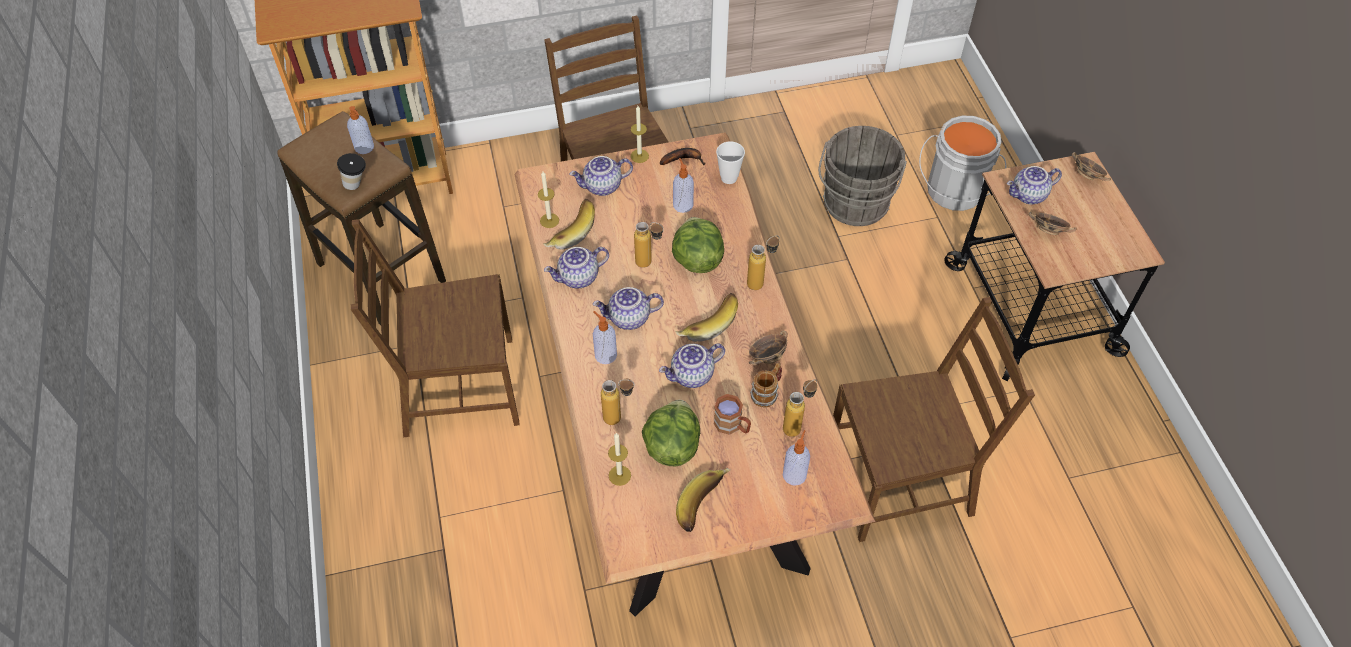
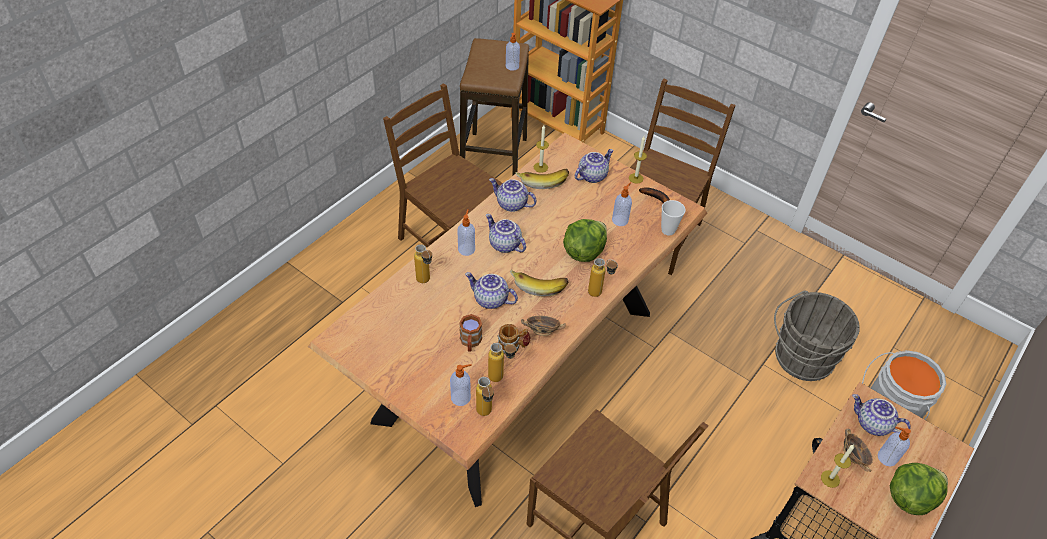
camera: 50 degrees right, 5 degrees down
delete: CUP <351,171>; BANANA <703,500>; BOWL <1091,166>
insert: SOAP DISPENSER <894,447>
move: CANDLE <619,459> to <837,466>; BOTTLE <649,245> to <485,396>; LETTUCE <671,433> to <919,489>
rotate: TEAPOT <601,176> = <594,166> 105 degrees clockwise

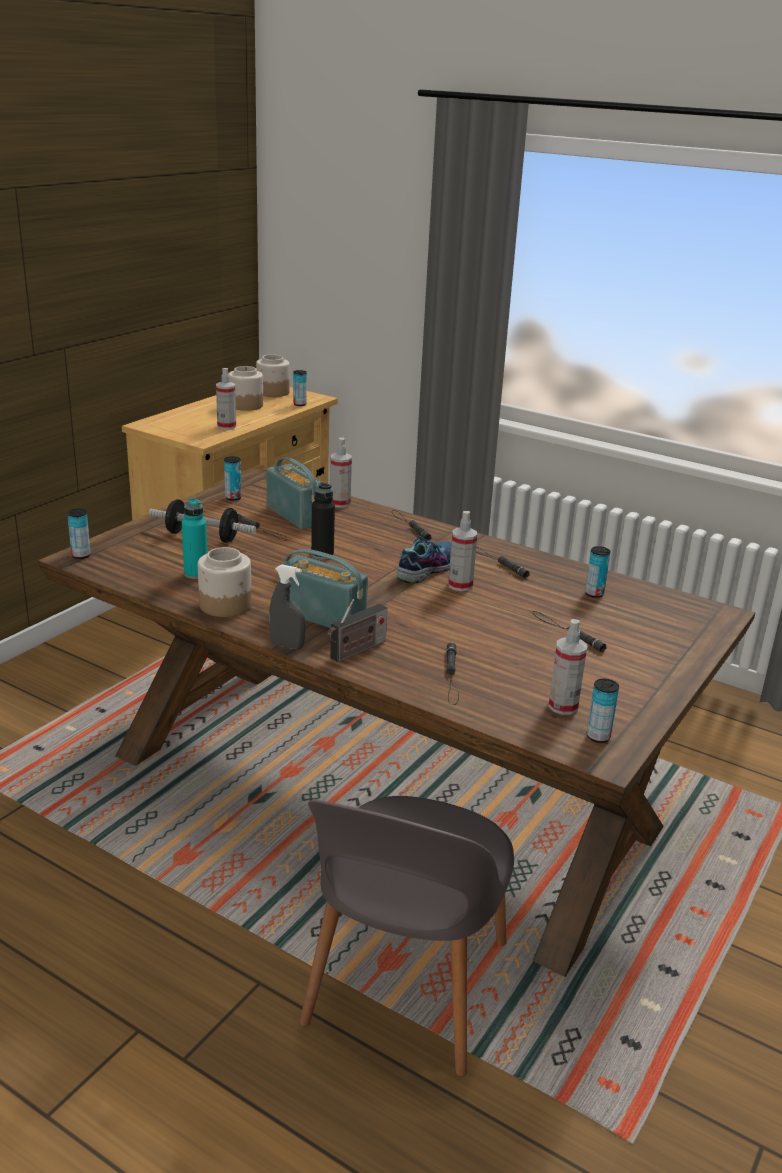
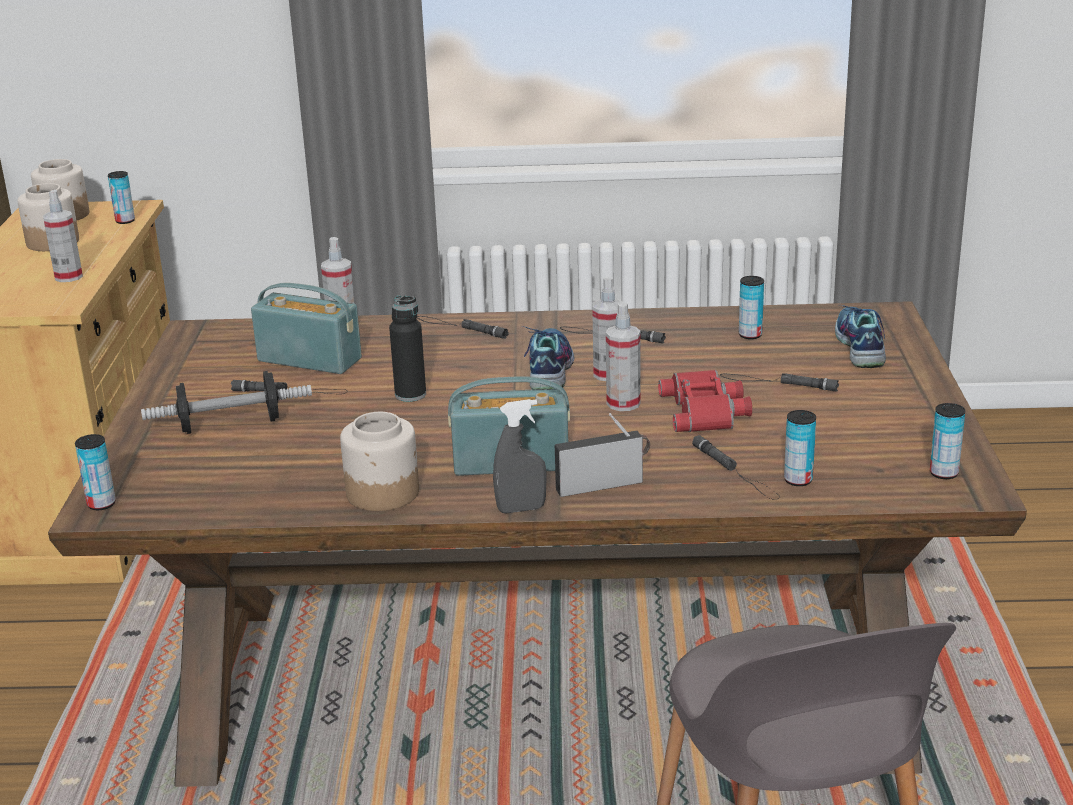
camera: 30 degrees left, 0 degrees up
delete: TURQUOISE BOTTLE <194,538>
insert: RED BINOCULARS <705,401>; SHOE <860,336>
move: CAN <232,478> to <800,448>; SPRAY BOTTLE <567,667> to <623,357>
rotate: RADIO <357,630> = <602,455> 120 degrees counterclockwise

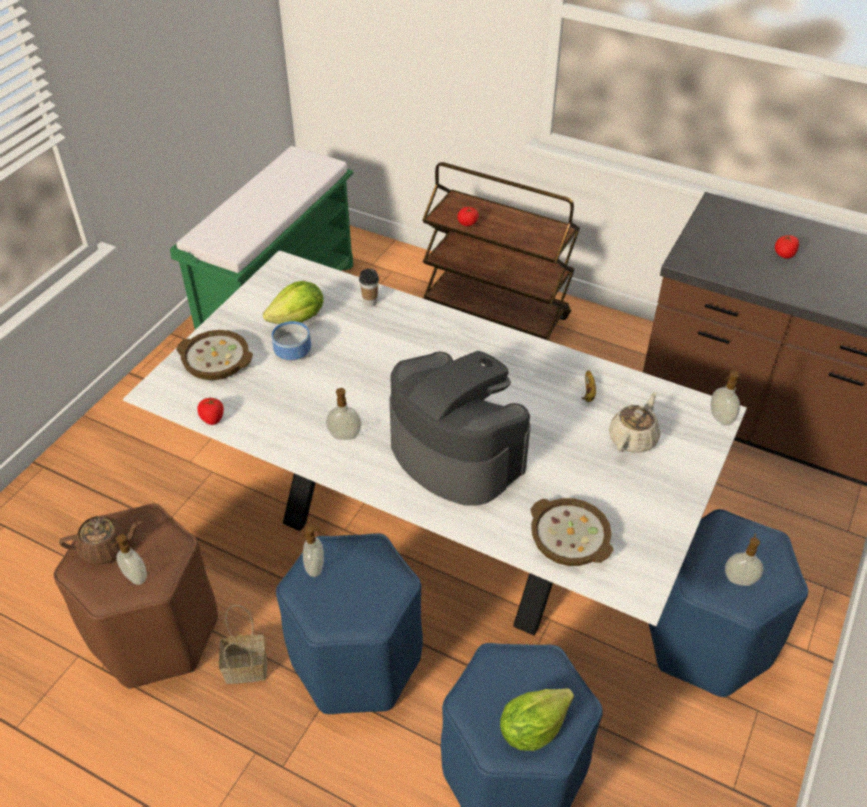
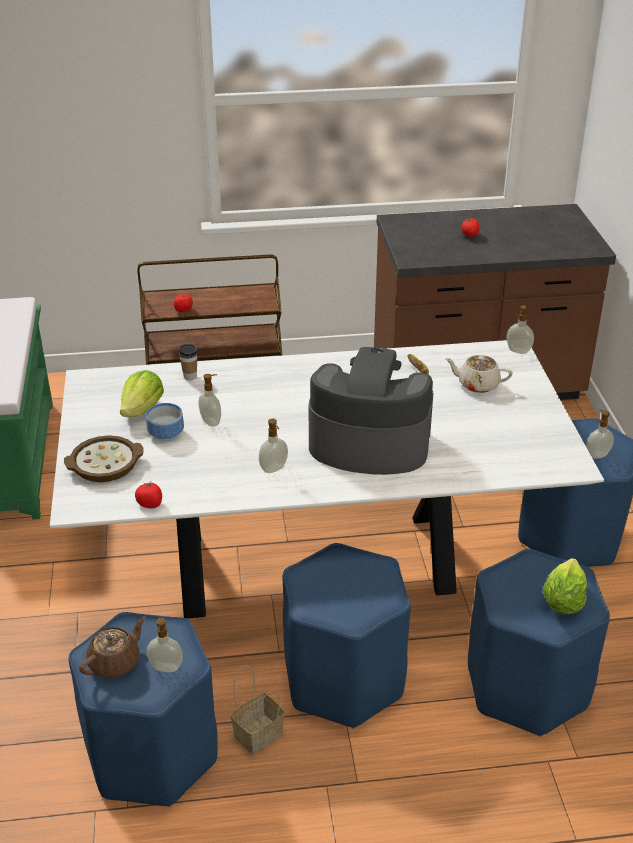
camera: 35 degrees left, 10 degrees down
delete: BOWL <572,532>
move: SOAP DISPENSER <313,551> to <209,400>
recolor: BROWN STOOL <135,596> to BLUE STOOL <143,709>
rotate: BEIGE TEAPOT <634,422> = <479,374> 75 degrees counterclockwise

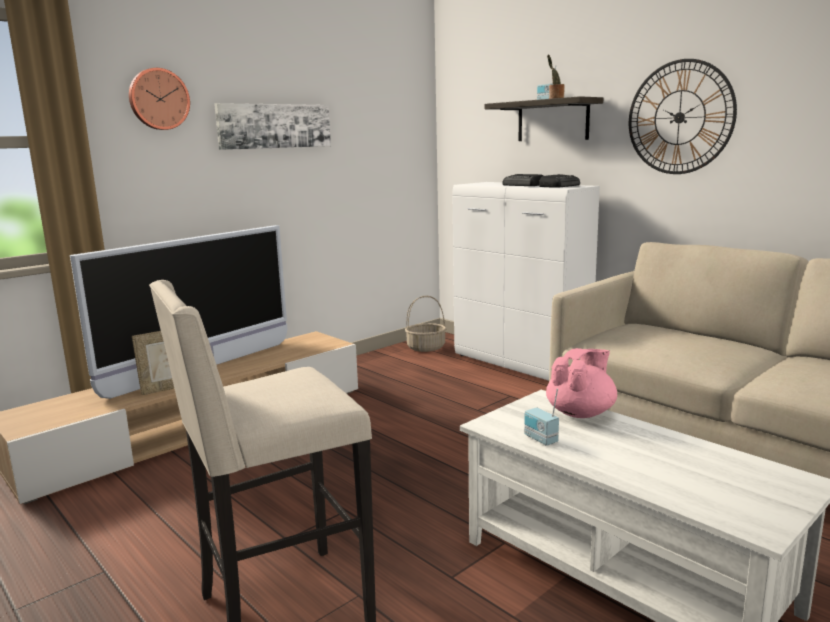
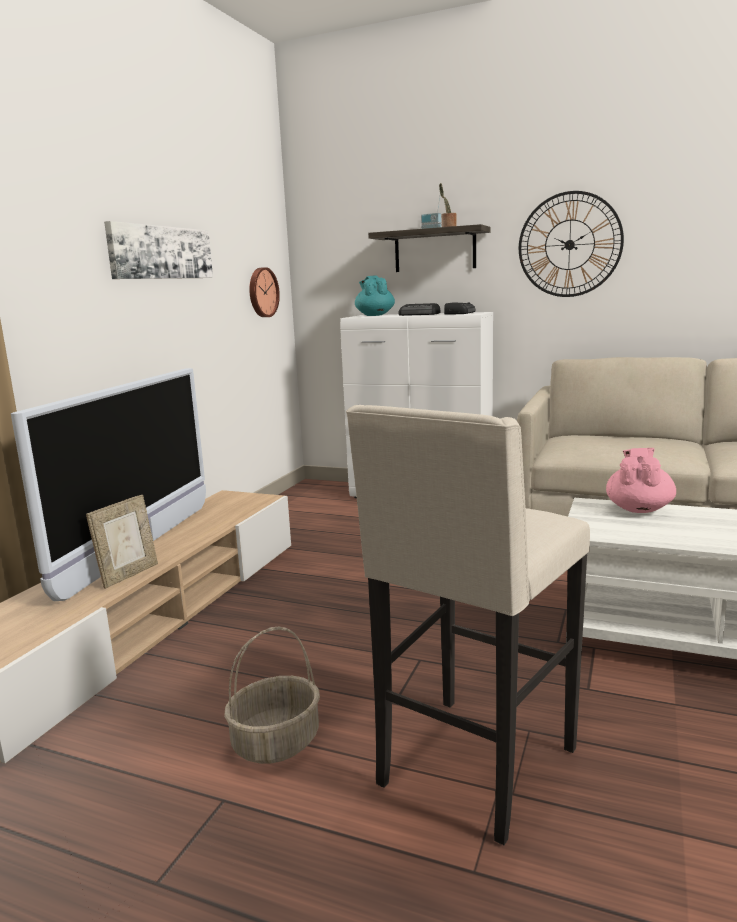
camera: 25 degrees left, 0 degrees up
delete: RADIO <541,417>
insert: TURQUOISE TEAPOT <375,296>
move: WALL CLOCK <159,99> to <264,292>; BASKET <425,324> to <272,695>

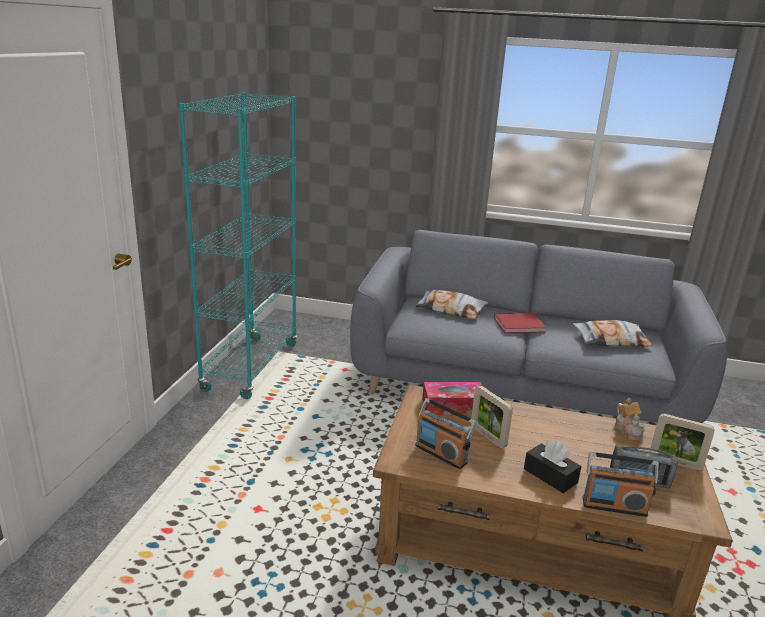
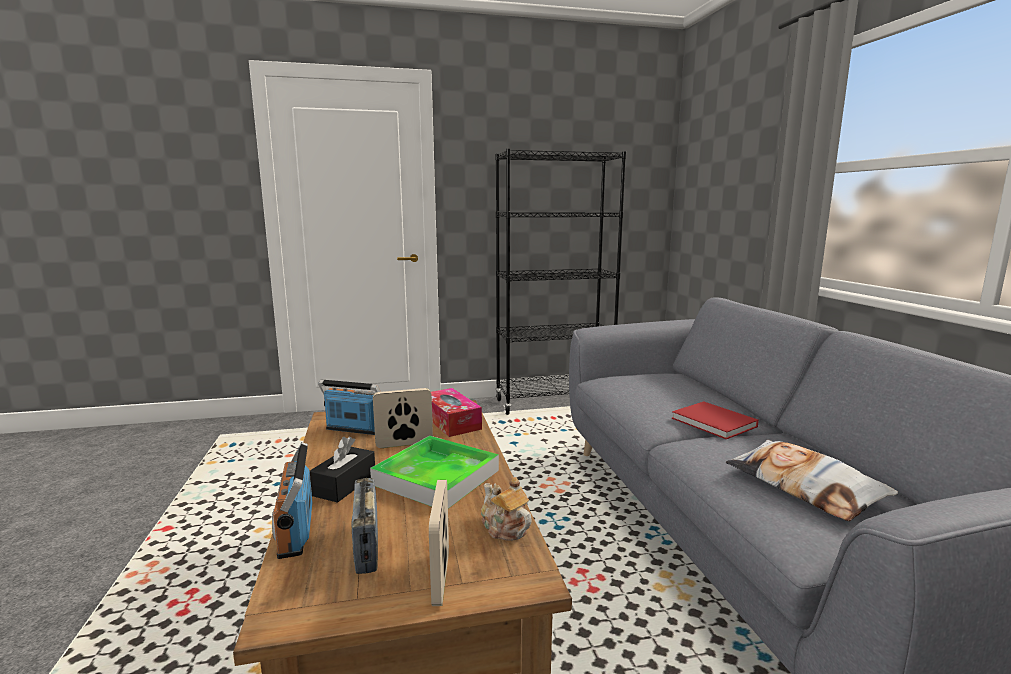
camera: 65 degrees right, 10 degrees down
delete: PILLOW <451,304>
insert: TRAY <434,472>
recolor: TURQUOISE BOOKCASE <238,245> to BLACK BOOKCASE <560,282>
rotate: RADIO <446,433> = <349,407> 90 degrees clockwise; PICTURE FRAME <492,417> = <403,418> 45 degrees clockwise; TEAPOT <629,419> = <506,509> 90 degrees clockwise

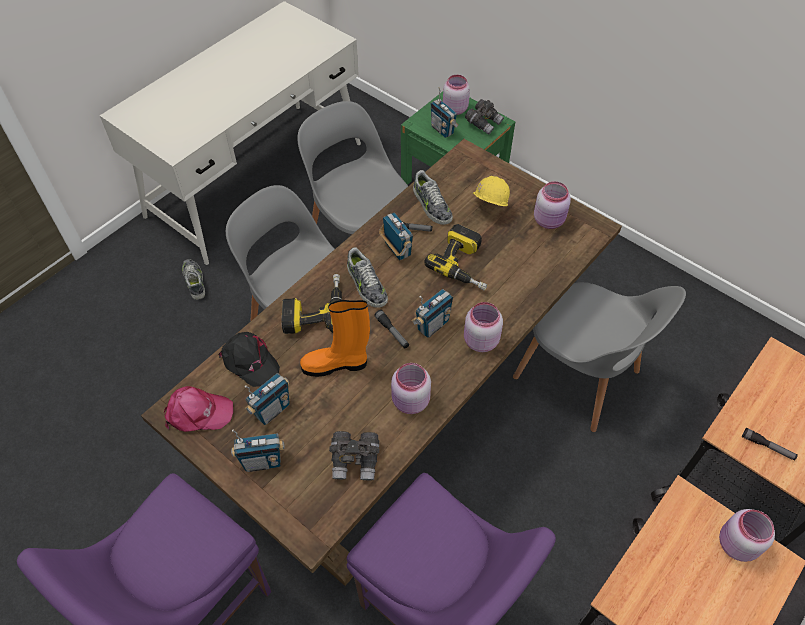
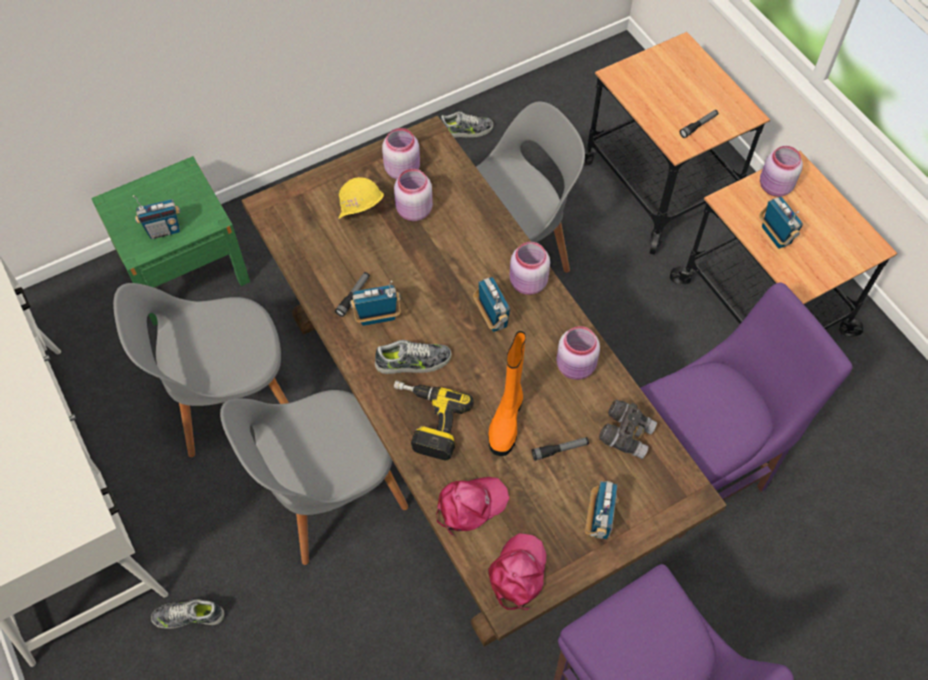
camera: 70 degrees left, 5 degrees up
delete: POWER DRILL <455,257>; GREY BINOCULARS <484,117>
move: RADIO <267,399> to <781,223>; FLASHLIGHT <391,329> to <560,449>; SHOE <433,197> to <466,125>; PINK JAR <456,95> to <413,195>
recolor: BLACK CAP <249,359> to PINK CAP <472,506>

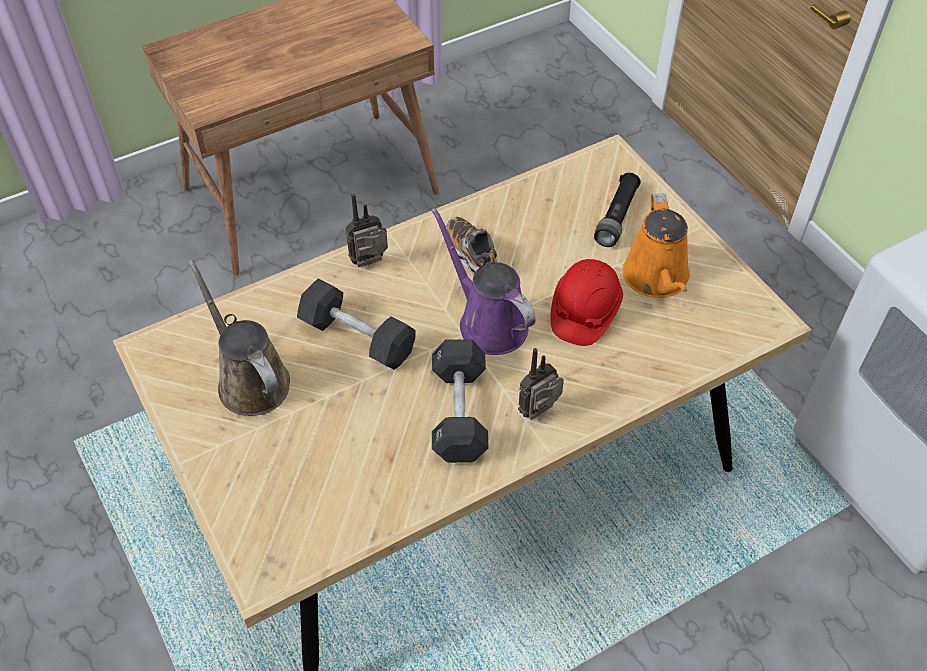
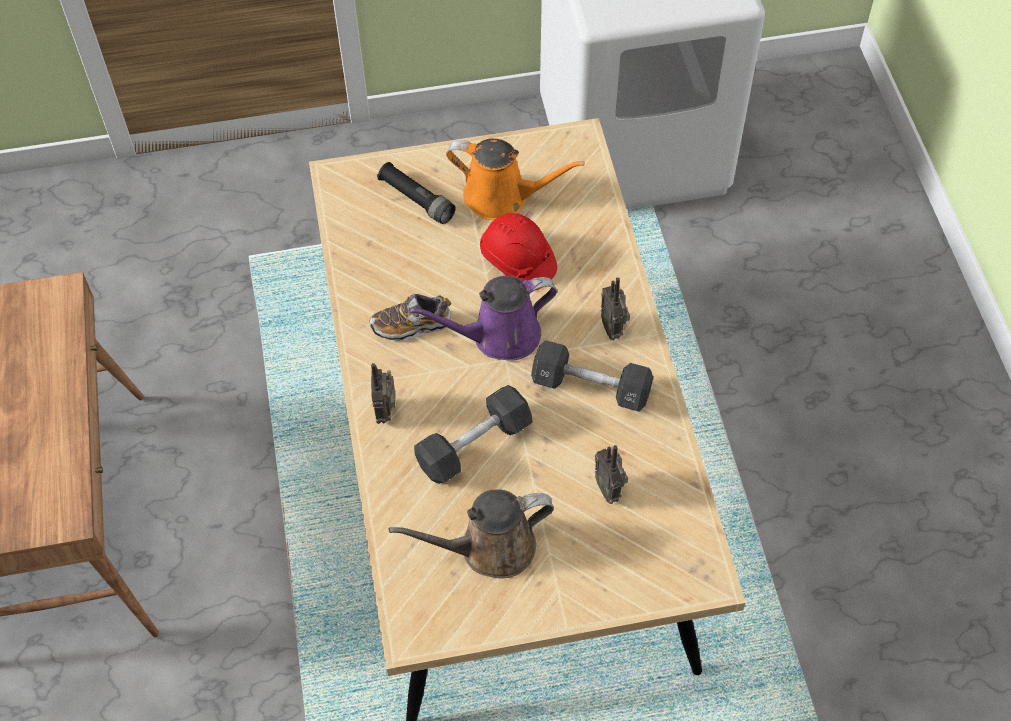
camera: 70 degrees left, 5 degrees up
insert: RADIO <611,474>

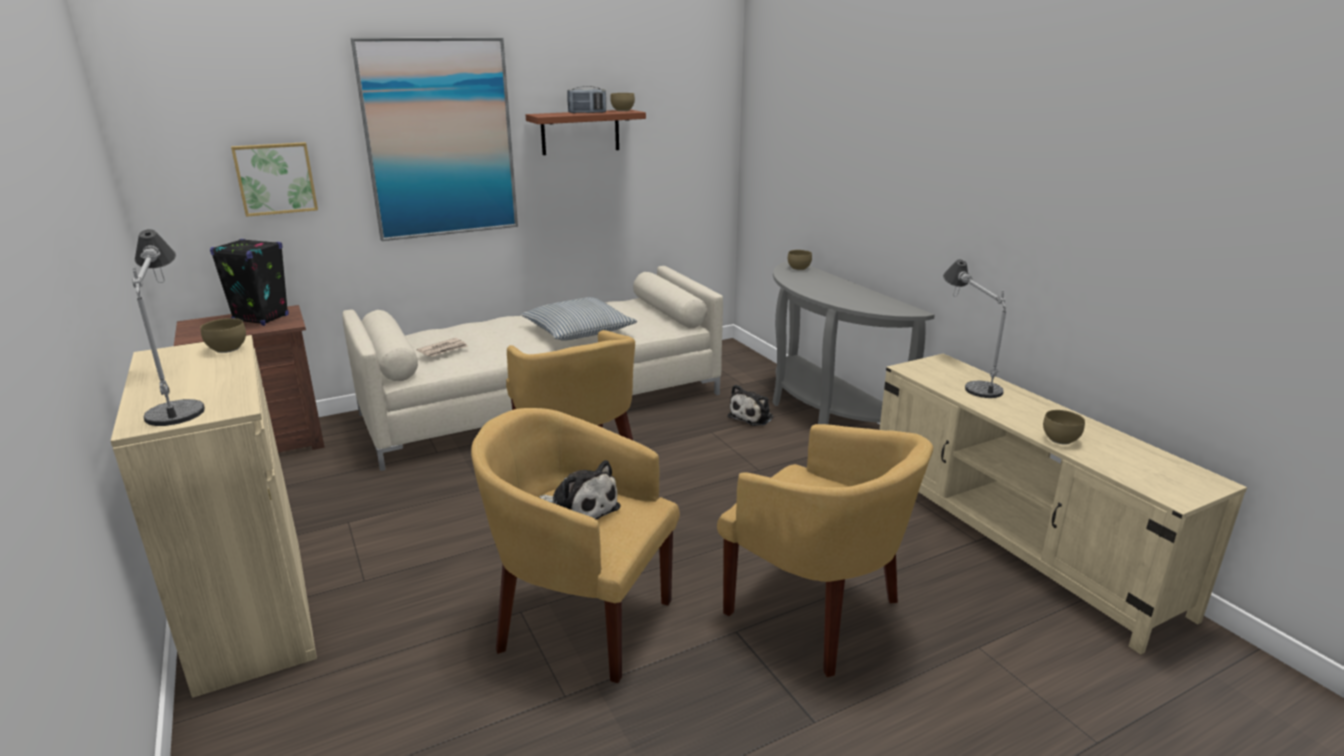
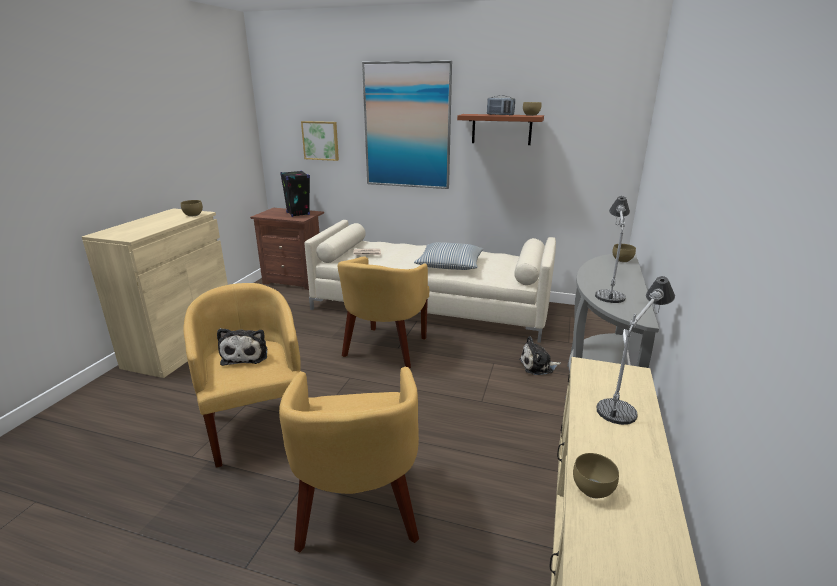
camera: 45 degrees right, 0 degrees up
move: TABLE LAMP <168,327> to <612,249>

